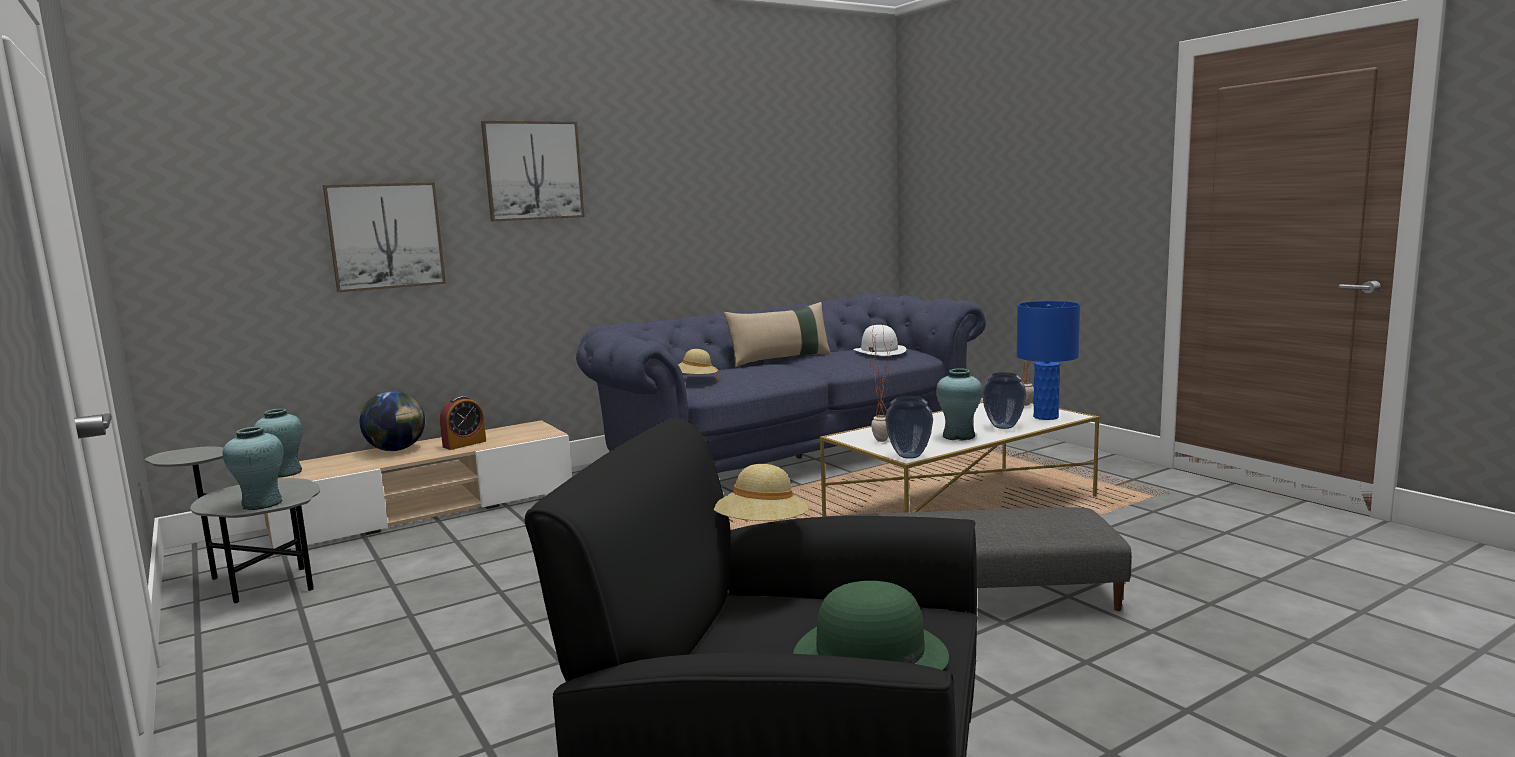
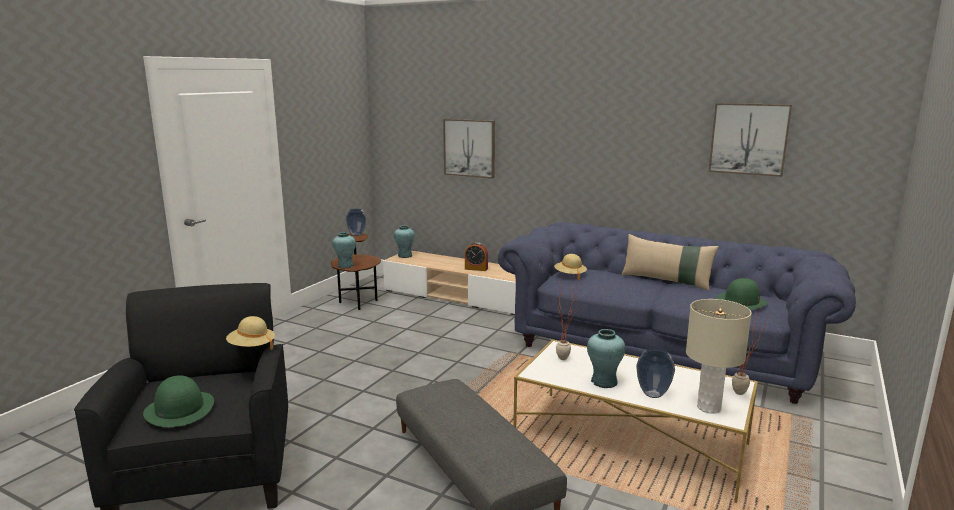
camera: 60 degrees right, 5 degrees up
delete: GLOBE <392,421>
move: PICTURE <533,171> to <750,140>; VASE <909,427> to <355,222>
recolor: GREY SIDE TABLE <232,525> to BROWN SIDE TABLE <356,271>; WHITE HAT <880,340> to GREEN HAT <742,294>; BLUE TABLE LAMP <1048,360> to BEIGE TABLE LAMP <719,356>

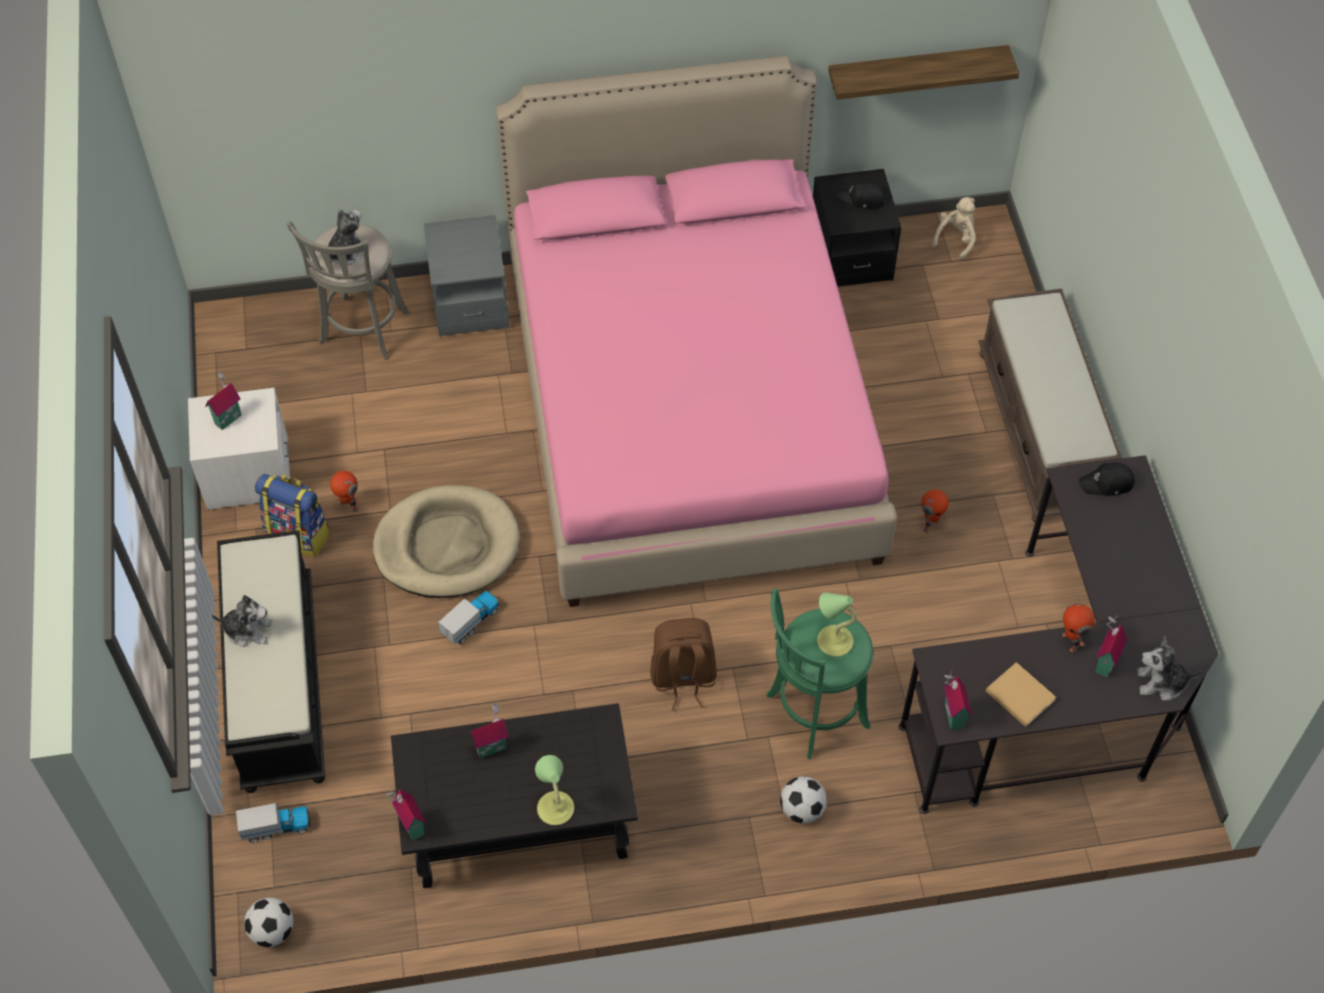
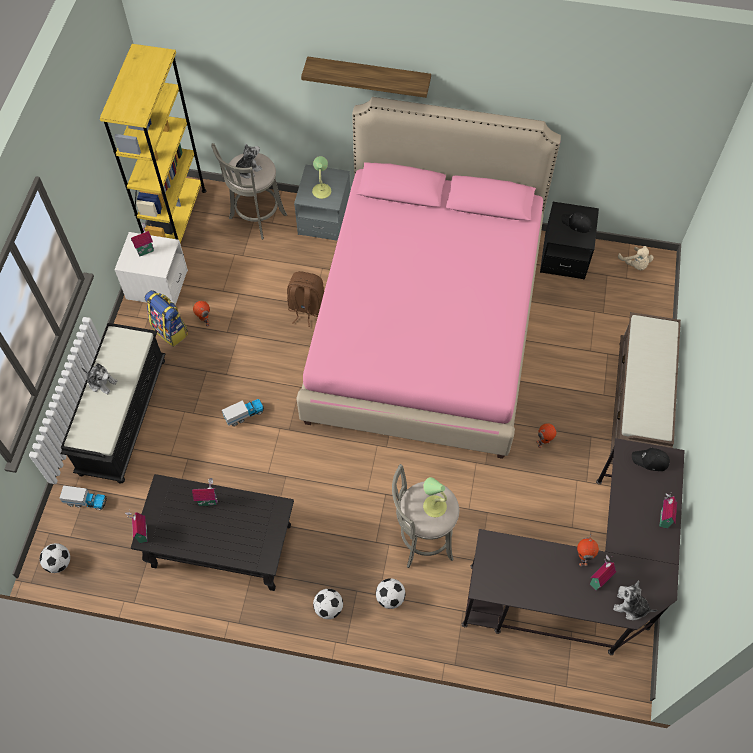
camera: 20 degrees right, 5 degrees up
delete: BEIGE DOG BED <446,541>; BEIGE BOOK <1021,694>
insert: YELLOW BOOKCASE <153,149>; FOOTBALL <328,604>
move: TABLE LAMP <554,790> to <321,177>; BROWN BACKPACK <683,664> to <305,299>; SHELF <923,72> to <366,77>; TOY HOUSE <958,700> to <668,510>
recolor: GREEN STOOL <819,673> to GREY STOOL <425,516>
rotate: BEIGE PLUSH TOY <953,229> = <636,258> 105 degrees clockwise

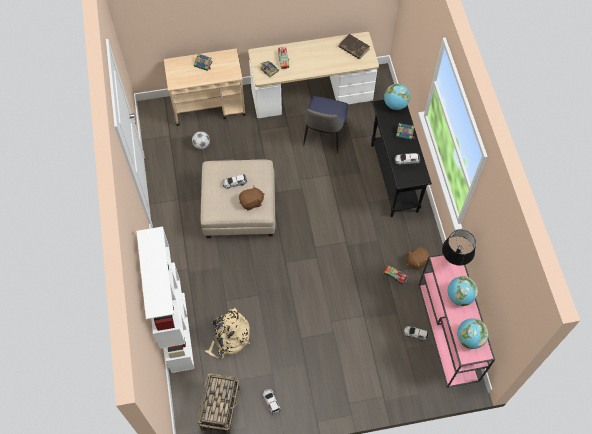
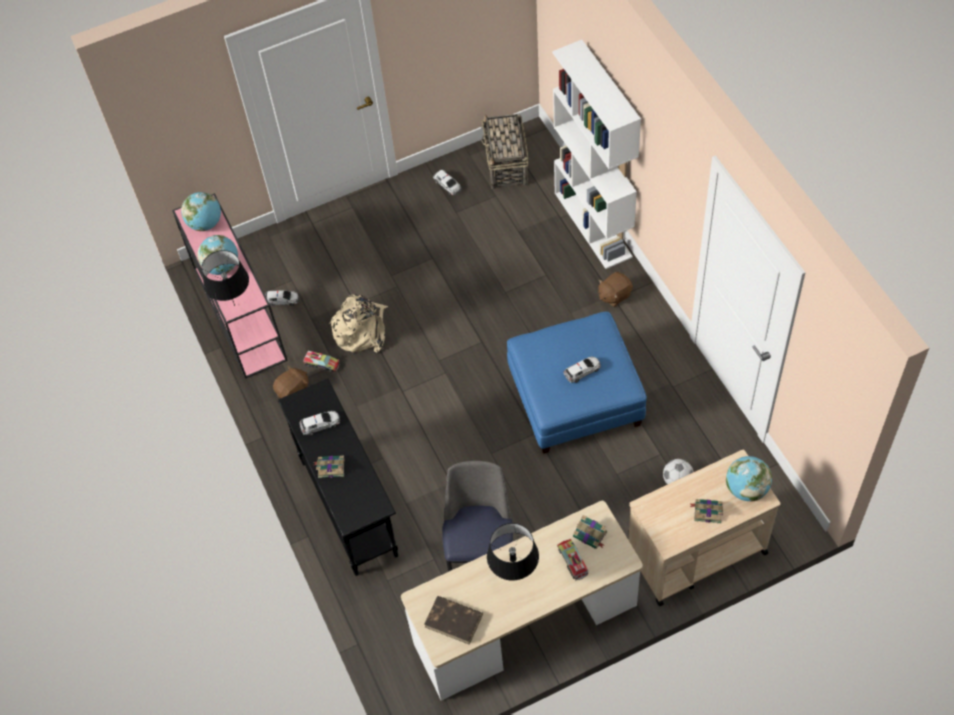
camera: 170 degrees right, 5 degrees down
insert: BLACK TABLE LAMP <513,551>
move: BEIGE BACKPACK <227,333> to <358,323>; BROWN PLUSH TOY <251,198> to <615,289>; GLOBE <397,97> to <749,479>
recolor: BEIGE OTTOMAN <238,199> to BLUE OTTOMAN <577,383>

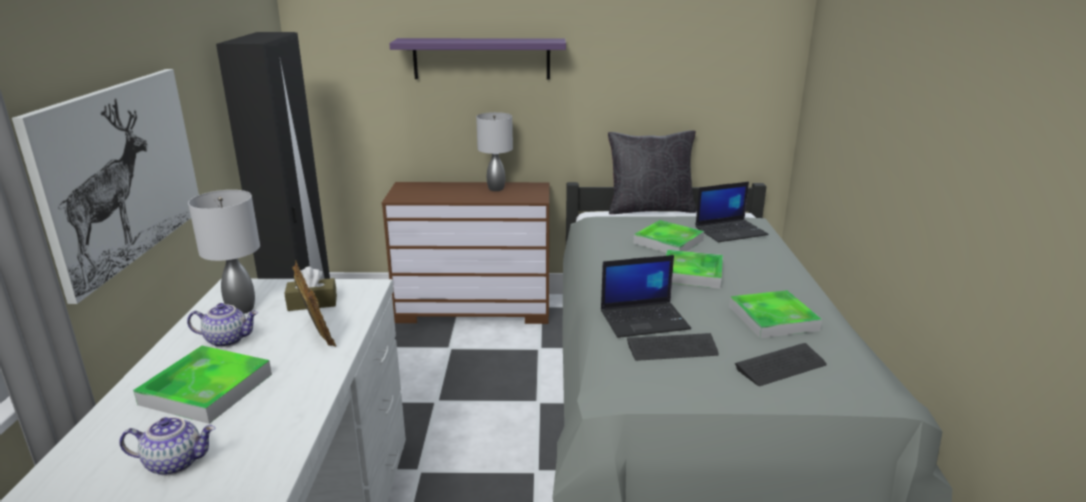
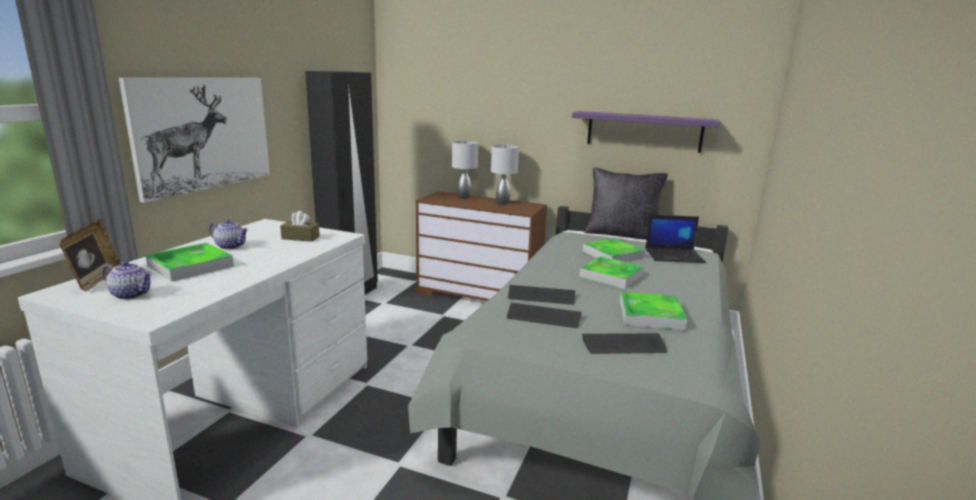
camera: 20 degrees right, 5 degrees down
move: GREY TABLE LAMP <224,252> to <465,169>; PICTURE FRAME <314,303> to <90,255>; PURPLE SHELF <477,59> to <646,132>
replace: LAPTOP <646,296> to KEYBOARD <541,295>

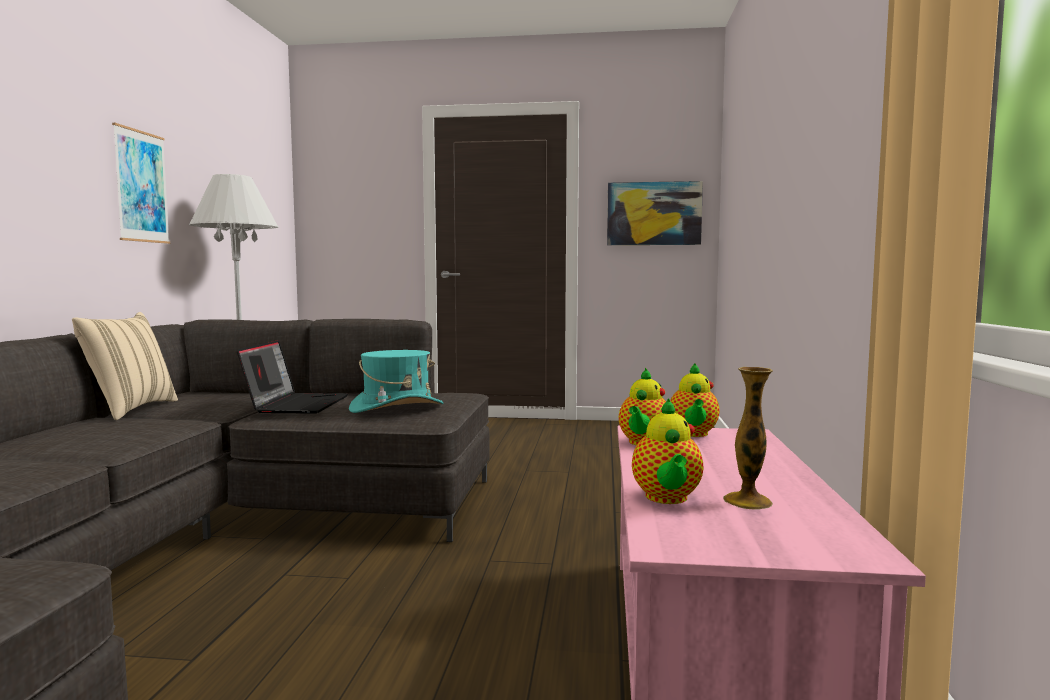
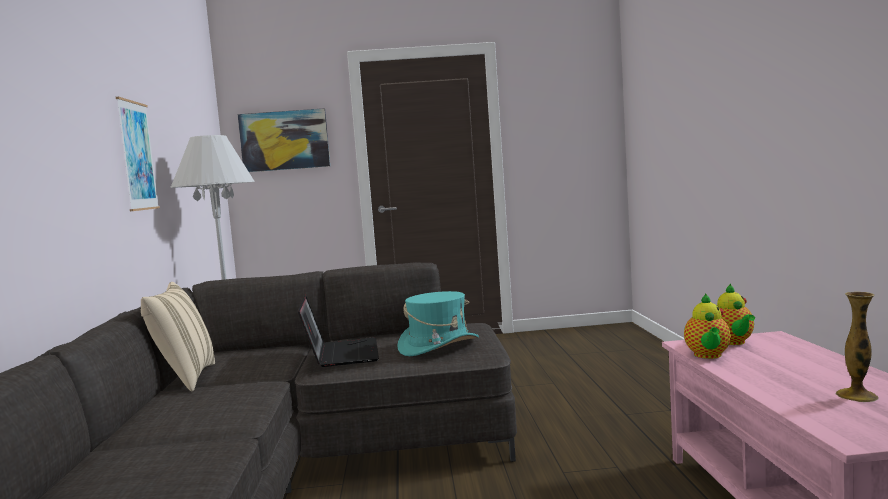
camera: 10 degrees left, 0 degrees up
delete: TEAPOT <667,451>
move: PICTURE <655,213> to <284,140>

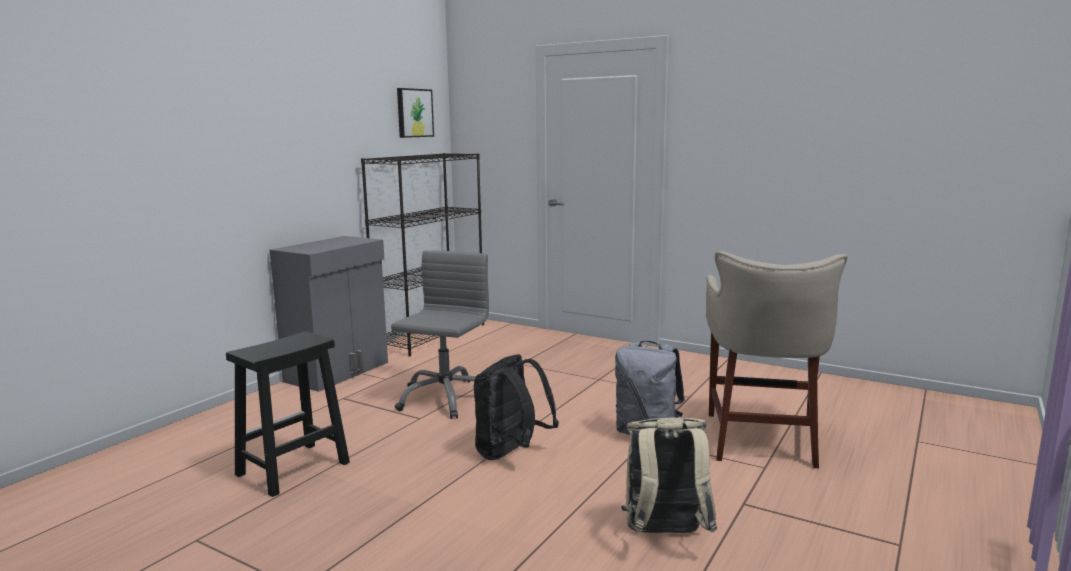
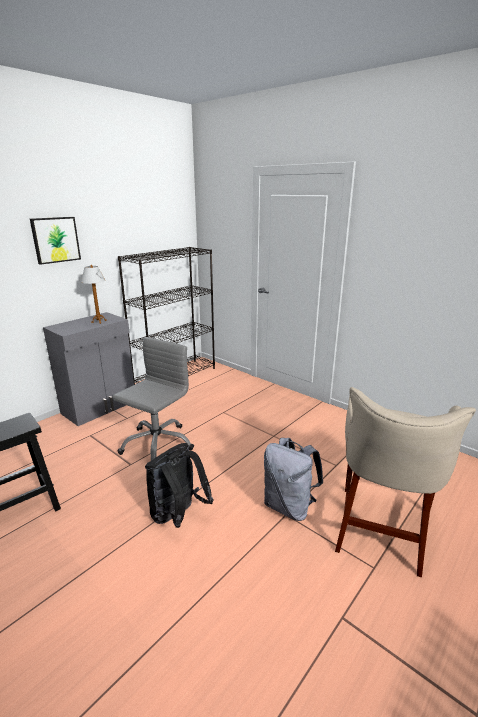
camera: 10 degrees right, 10 degrees up
delete: BEIGE BACKPACK <669,475>
insert: TABLE LAMP <94,294>
move: PICTURE <415,113> to <55,241>

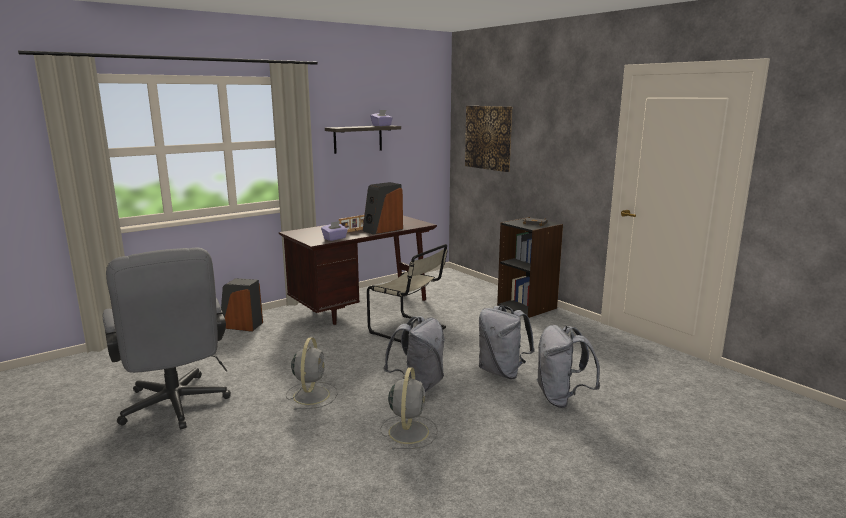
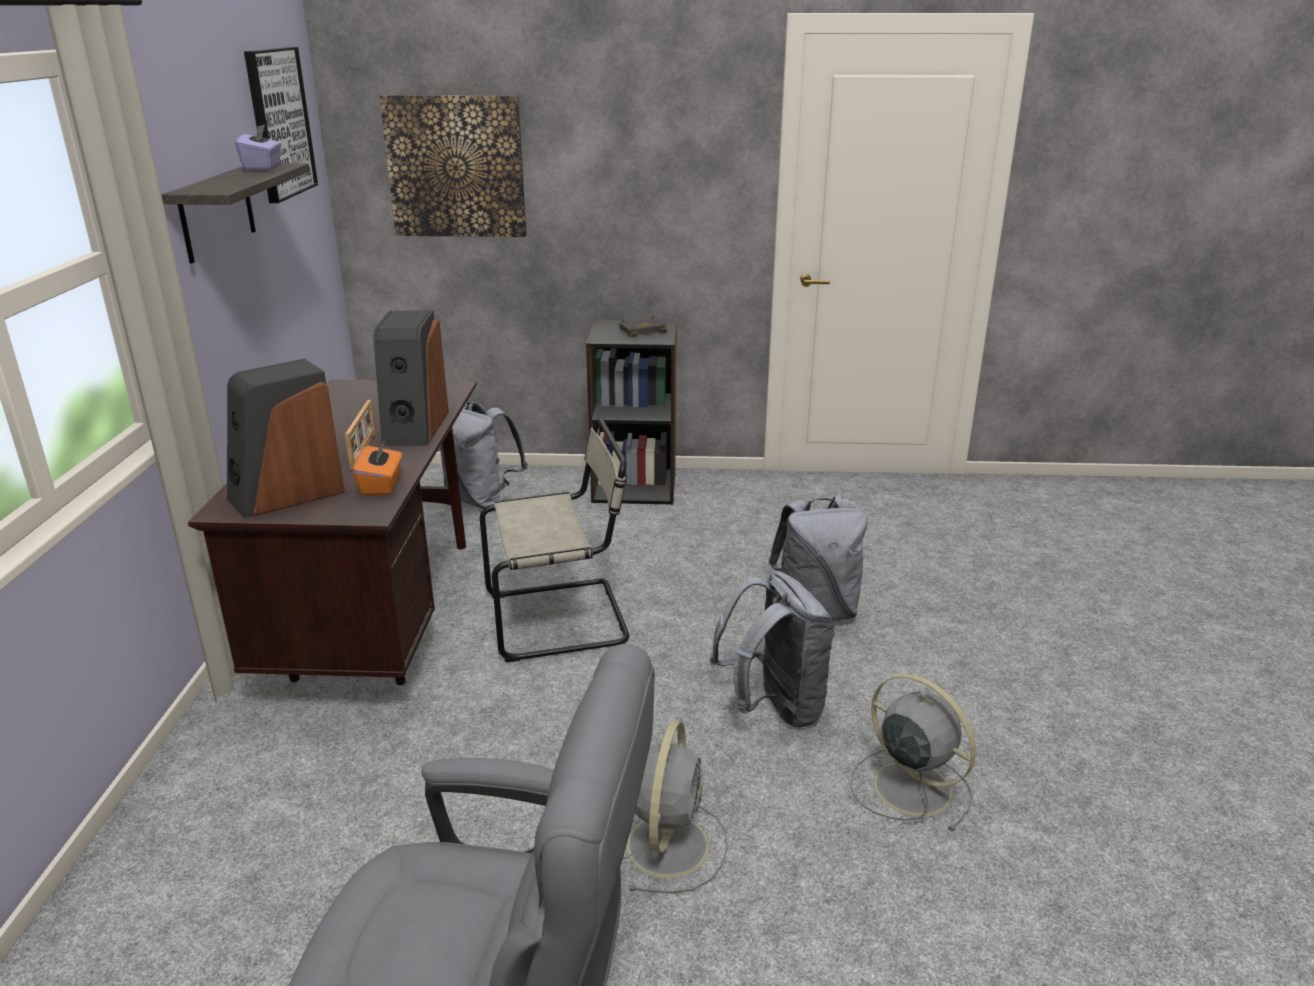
camera: 50 degrees left, 10 degrees up
insert: PICTURE <281,125>
move: SPEAKER <242,305> to <286,438>; GREY BACKPACK <568,366> to <484,455>
recolor: PURPLE TISSUE BOX <334,231> to ORANGE TISSUE BOX <377,467>
rotate: GREY FAN <312,374> = <675,807> 60 degrees clockwise

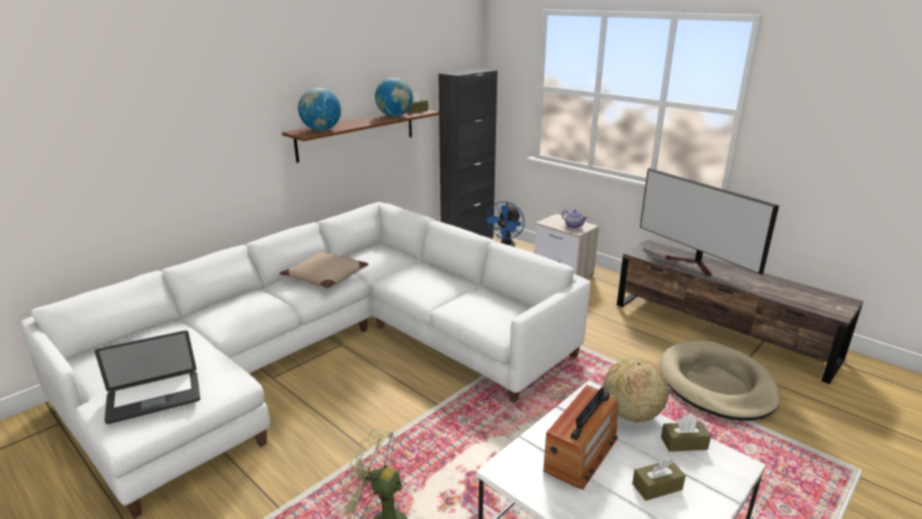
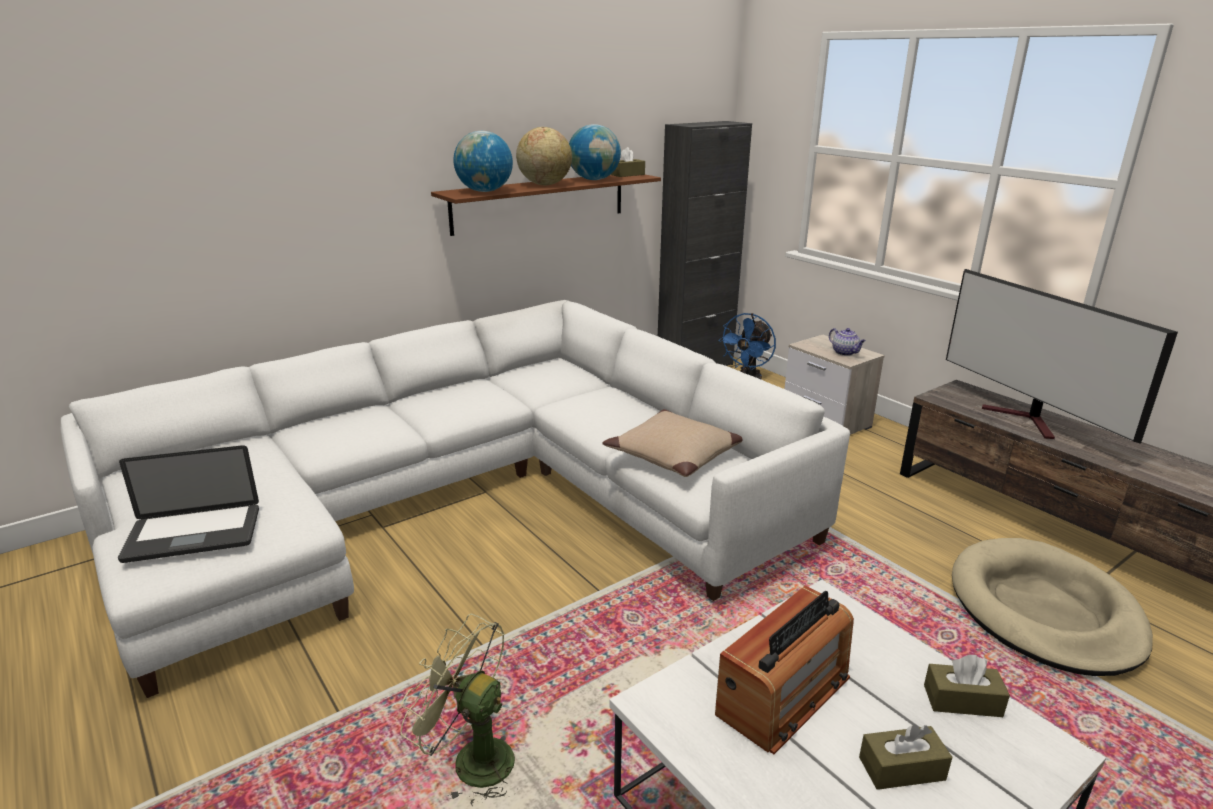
camera: 10 degrees right, 0 degrees up
move: BEIGE PILLOW <324,270> to <672,443>; GLOBE <636,390> to <544,156>

